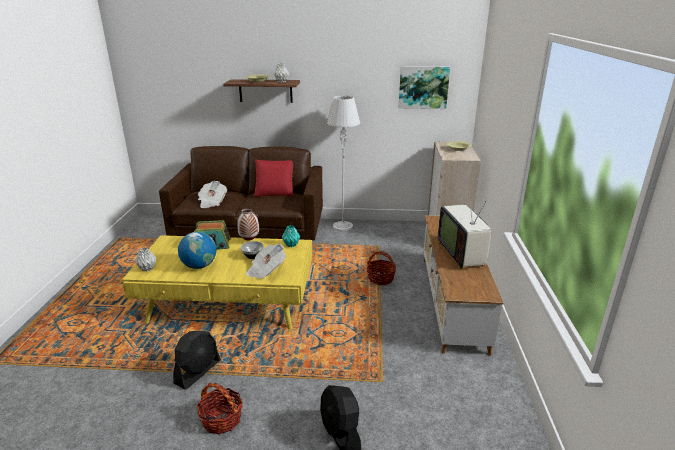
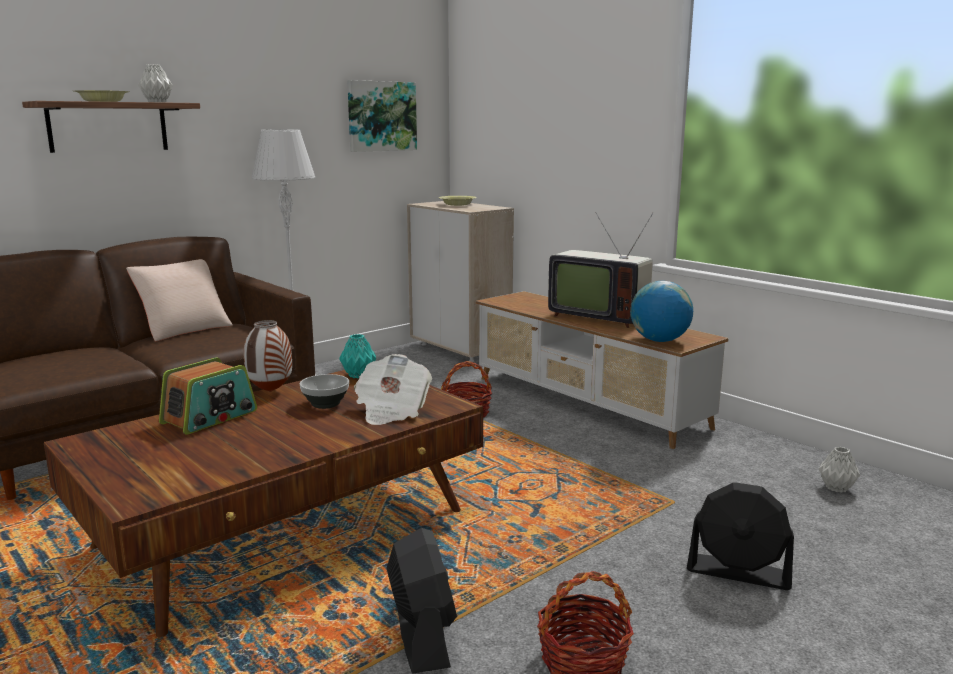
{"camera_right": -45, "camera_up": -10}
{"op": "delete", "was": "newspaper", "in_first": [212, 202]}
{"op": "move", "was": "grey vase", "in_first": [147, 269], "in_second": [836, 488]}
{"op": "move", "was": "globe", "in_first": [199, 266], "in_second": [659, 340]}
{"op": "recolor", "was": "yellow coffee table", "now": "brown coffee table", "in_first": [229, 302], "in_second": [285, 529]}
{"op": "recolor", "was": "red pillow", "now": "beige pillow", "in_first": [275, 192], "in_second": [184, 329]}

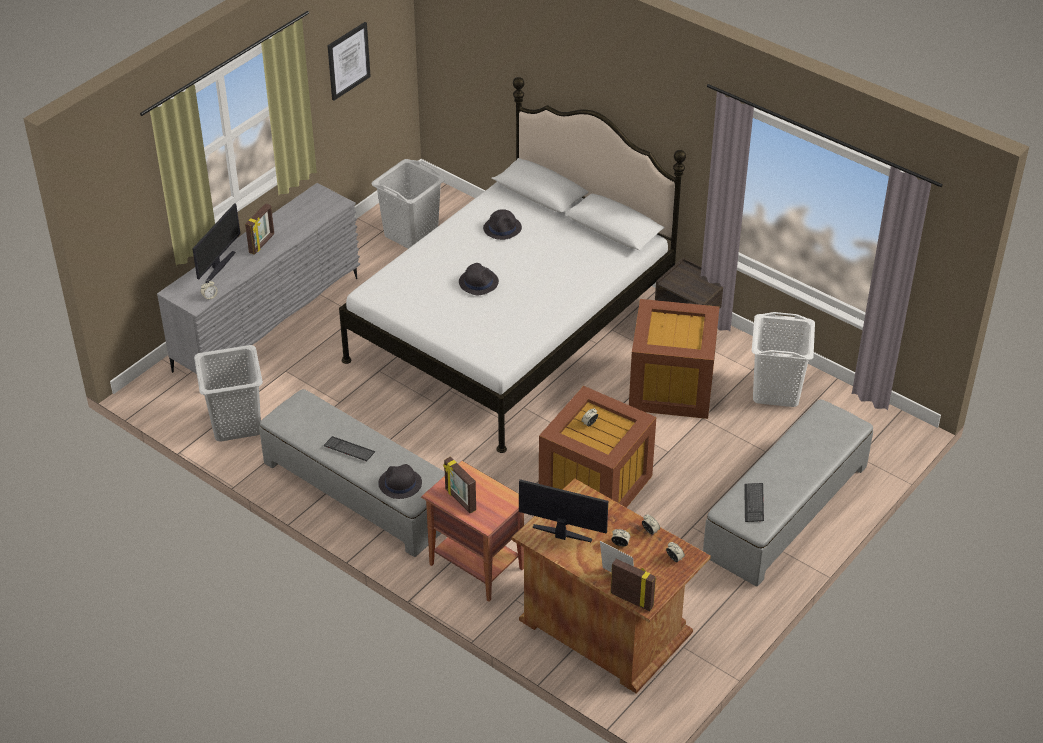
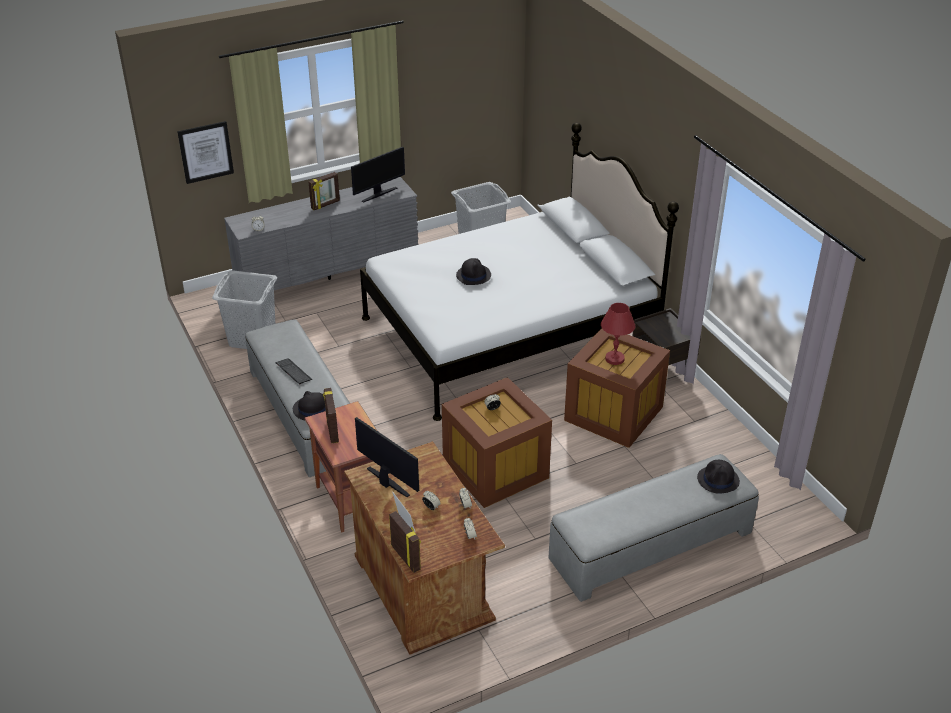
{"camera_right": 25, "camera_up": -5}
{"op": "delete", "was": "keyboard", "in_first": [753, 503]}
{"op": "delete", "was": "white laundry basket", "in_first": [776, 390]}
{"op": "insert", "now": "red table lamp", "in_second": [614, 358]}
{"op": "move", "was": "monitor", "in_first": [218, 266], "in_second": [378, 194]}
{"op": "move", "was": "picture", "in_first": [348, 60], "in_second": [205, 152]}
{"op": "move", "was": "black hat", "in_first": [502, 228], "in_second": [718, 480]}

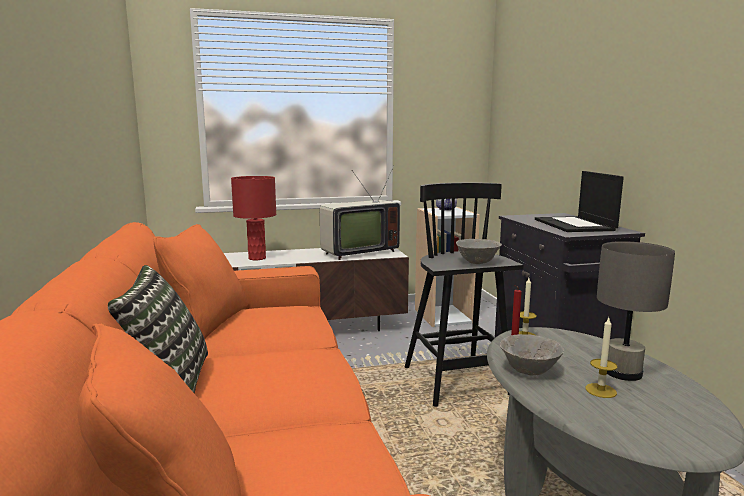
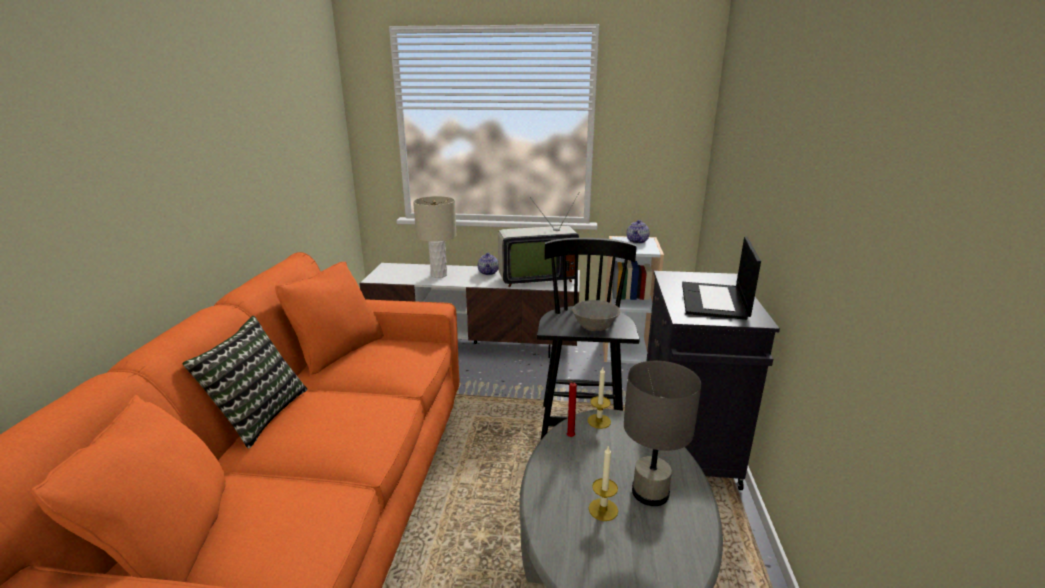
{"camera_right": 20, "camera_up": 10}
{"op": "delete", "was": "grey bowl", "in_first": [529, 370]}
{"op": "insert", "now": "teapot", "in_second": [488, 272]}
{"op": "recolor", "was": "red table lamp", "now": "beige table lamp", "in_first": [257, 258], "in_second": [439, 275]}

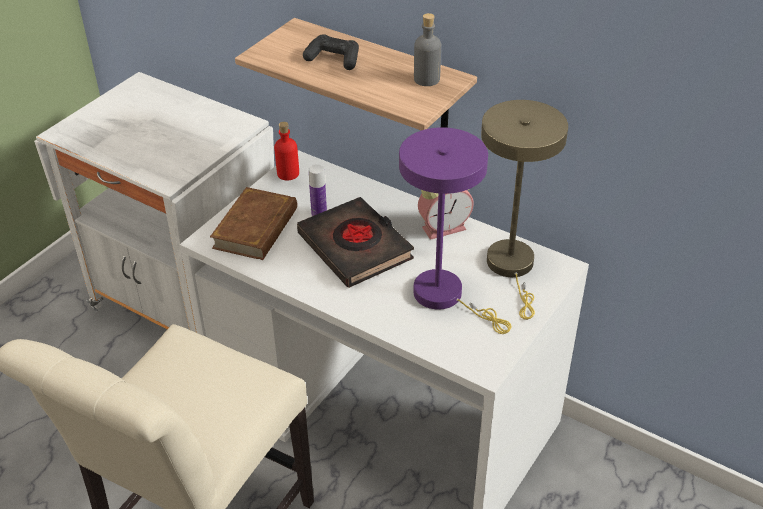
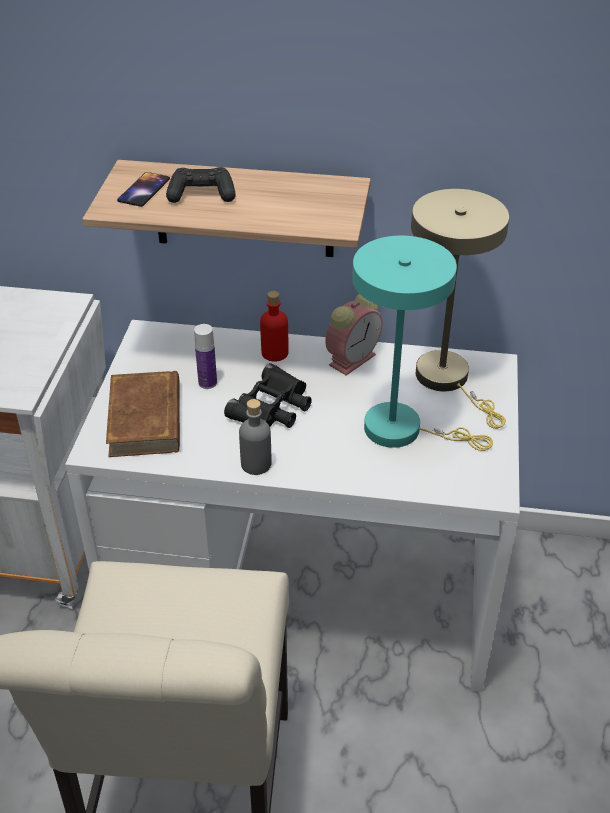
{"camera_right": -25, "camera_up": 0}
{"op": "insert", "now": "phone", "in_second": [144, 190]}
{"op": "move", "was": "red bottle", "in_first": [288, 174], "in_second": [274, 353]}
{"op": "move", "was": "grey bottle", "in_first": [426, 79], "in_second": [256, 464]}
{"op": "replace", "was": "black book", "now": "black binoculars", "in_first": [355, 247], "in_second": [272, 407]}
{"op": "recolor", "was": "purple table lamp", "now": "turquoise table lamp", "in_first": [446, 296], "in_second": [403, 430]}

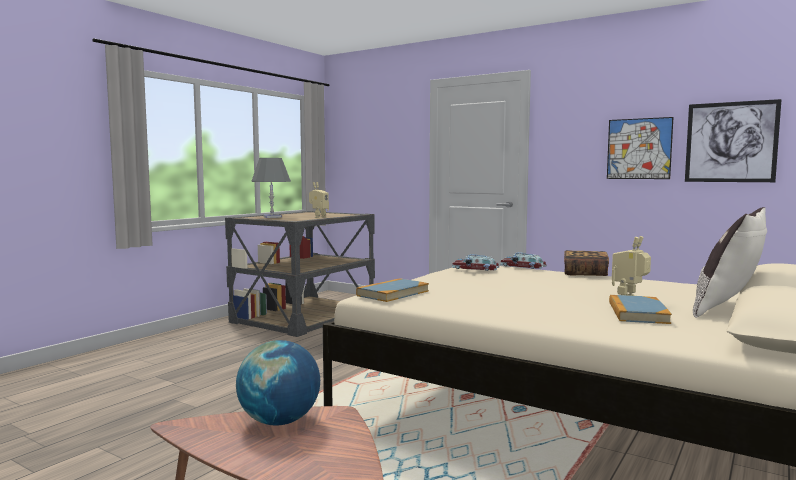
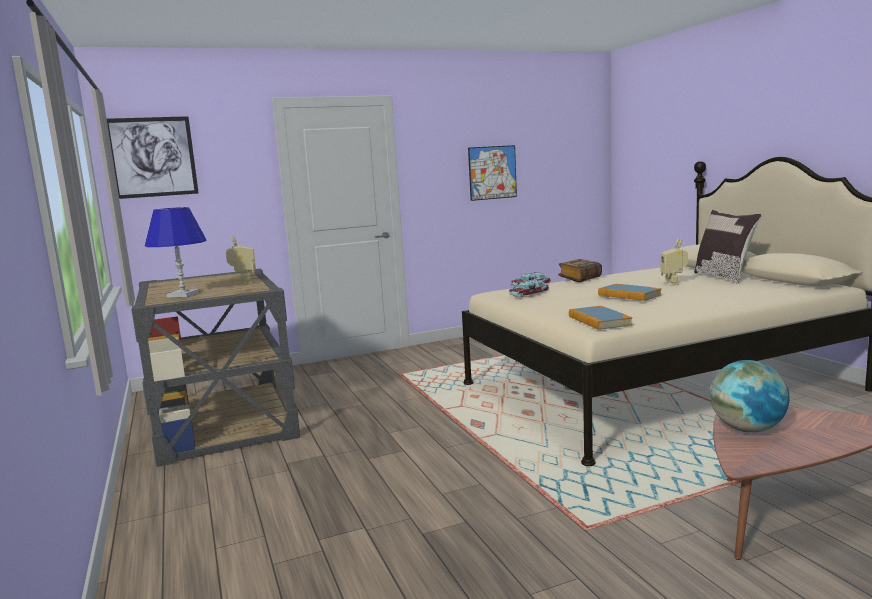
{"camera_right": -55, "camera_up": 5}
{"op": "move", "was": "book", "in_first": [637, 313], "in_second": [629, 295]}
{"op": "move", "was": "picture", "in_first": [731, 142], "in_second": [152, 157]}
{"op": "recolor", "was": "grey table lamp", "now": "blue table lamp", "in_first": [272, 217], "in_second": [183, 295]}

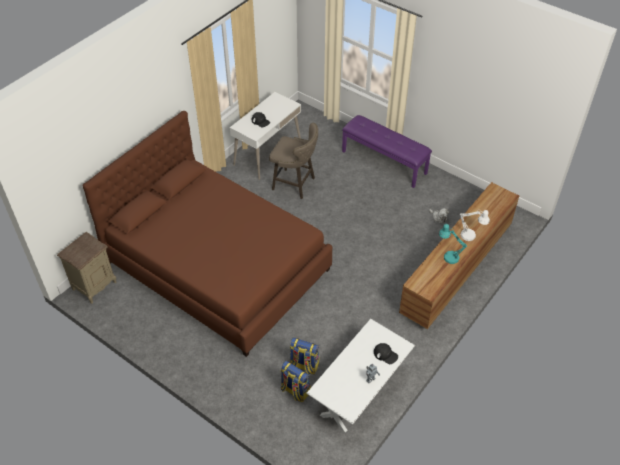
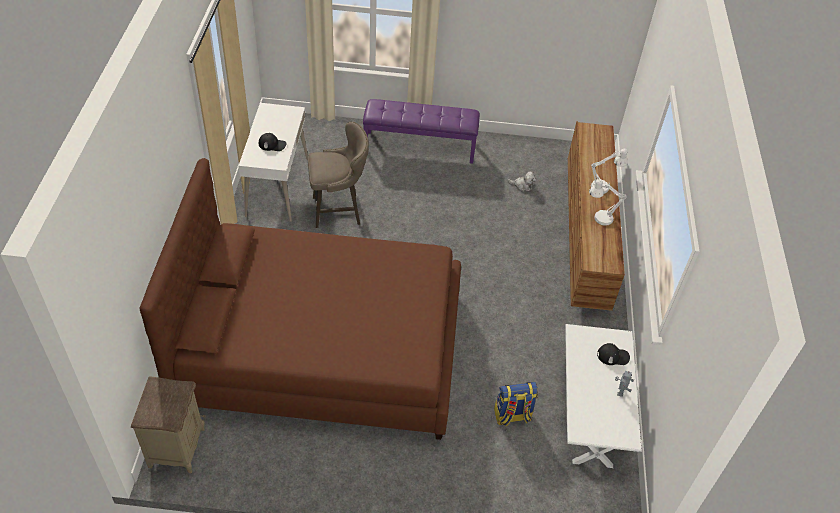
{"camera_right": -35, "camera_up": 0}
{"op": "delete", "was": "backpack", "in_first": [295, 391]}
{"op": "recolor", "was": "turquoise table lamp", "now": "white table lamp", "in_first": [448, 256], "in_second": [599, 218]}

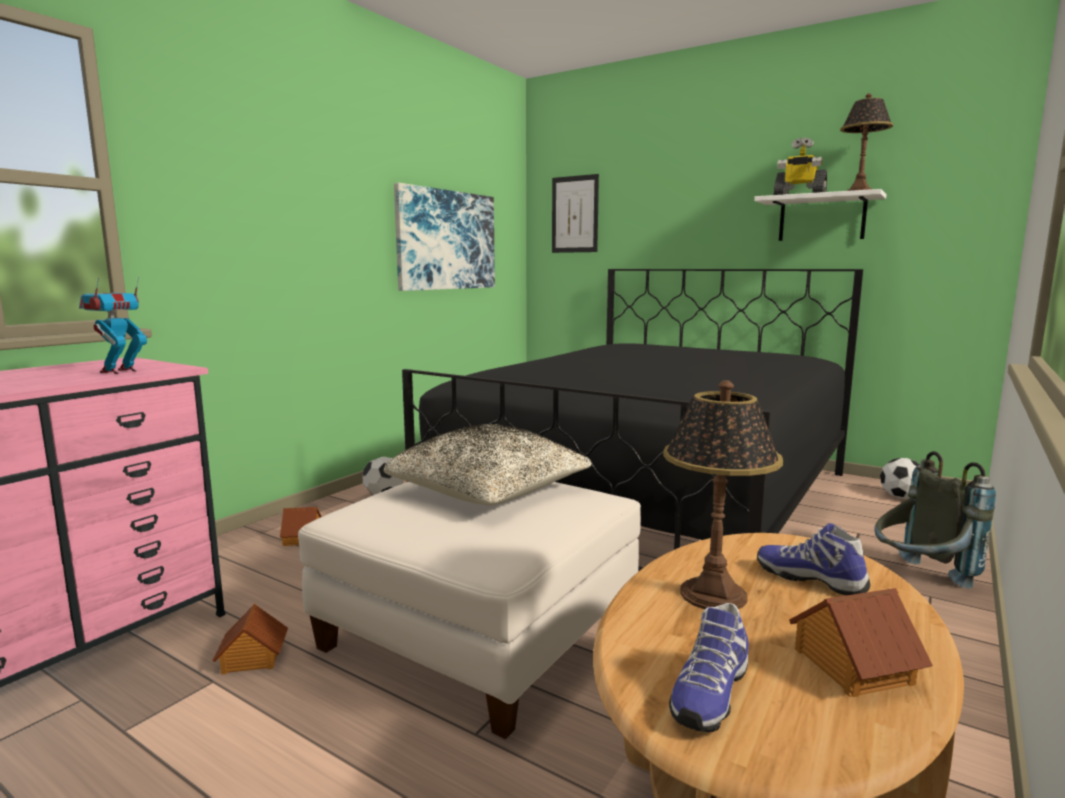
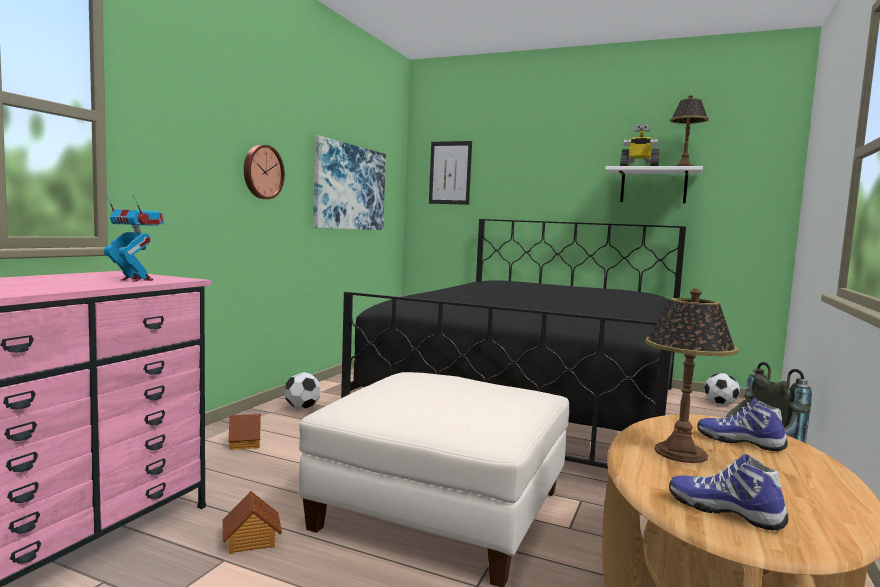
{"camera_right": -10, "camera_up": -5}
{"op": "delete", "was": "beige pillow", "in_first": [488, 488]}
{"op": "delete", "was": "toy house", "in_first": [851, 665]}
{"op": "insert", "now": "wall clock", "in_second": [262, 172]}
{"op": "rotate", "was": "toy robot", "in_first": [119, 371], "in_second": [136, 280], "clockwise": 90}
{"op": "rotate", "was": "shoe", "in_first": [708, 693], "in_second": [725, 511], "clockwise": 105}

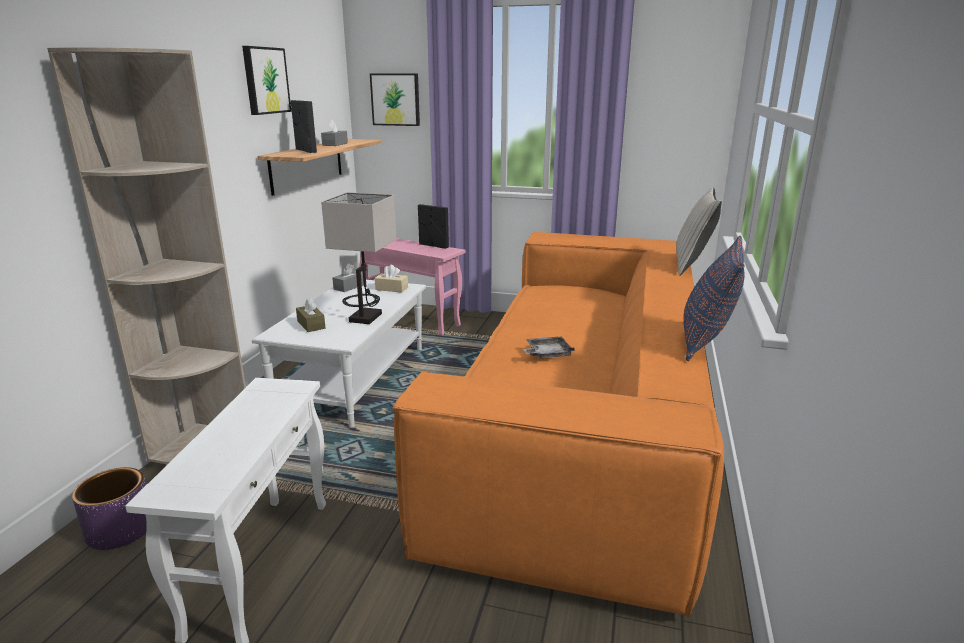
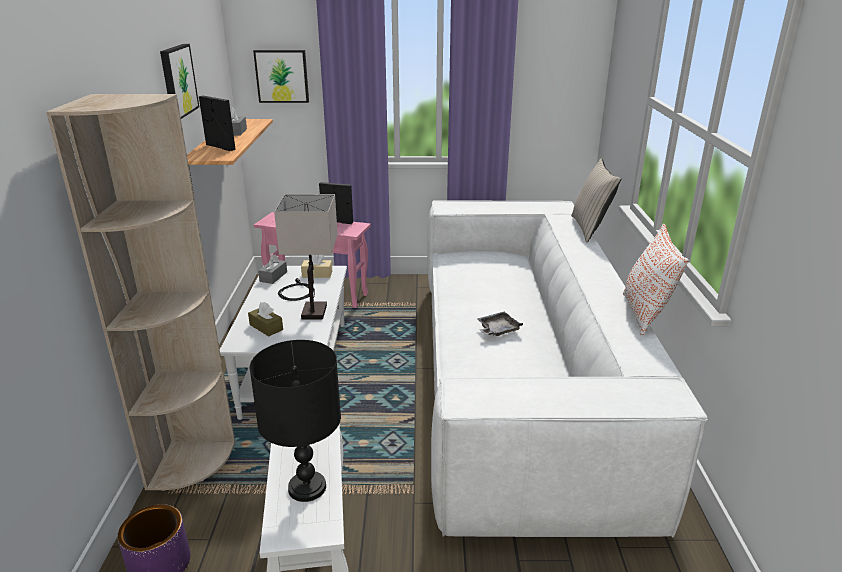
{"camera_right": -15, "camera_up": 5}
{"op": "insert", "now": "black table lamp", "in_second": [306, 488]}
{"op": "recolor", "was": "orange sofa", "now": "white sofa", "in_first": [580, 418], "in_second": [518, 377]}
{"op": "recolor", "was": "blue pillow", "now": "white pillow", "in_first": [705, 343], "in_second": [645, 314]}

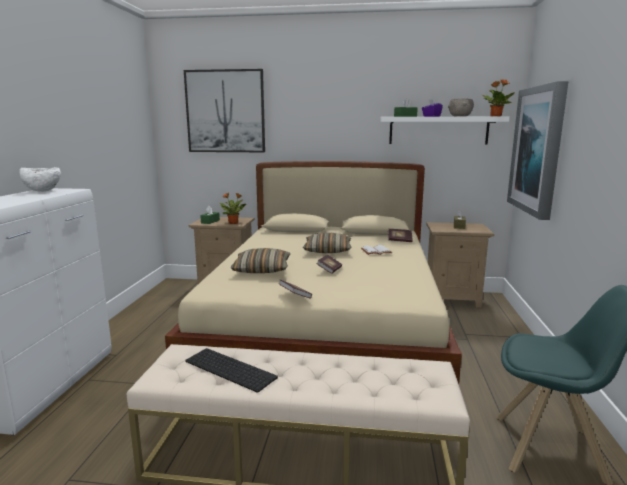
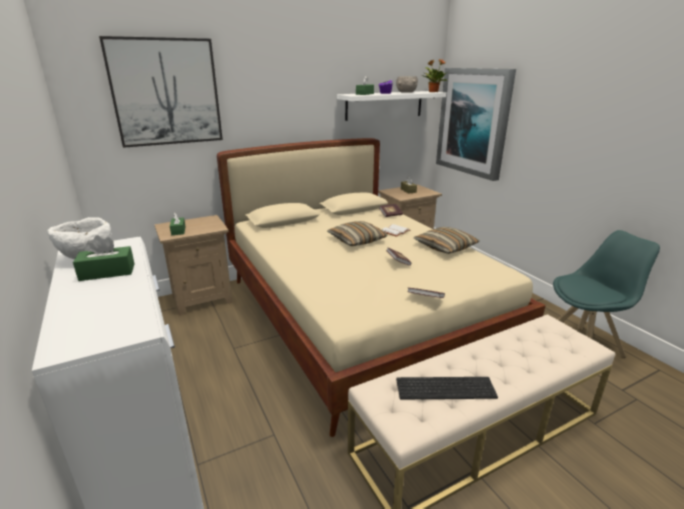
{"camera_right": -35, "camera_up": 10}
{"op": "delete", "was": "potted plant", "in_first": [233, 223]}
{"op": "insert", "now": "green tissue box", "in_second": [107, 272]}
{"op": "move", "was": "pillow", "in_first": [262, 269], "in_second": [445, 247]}

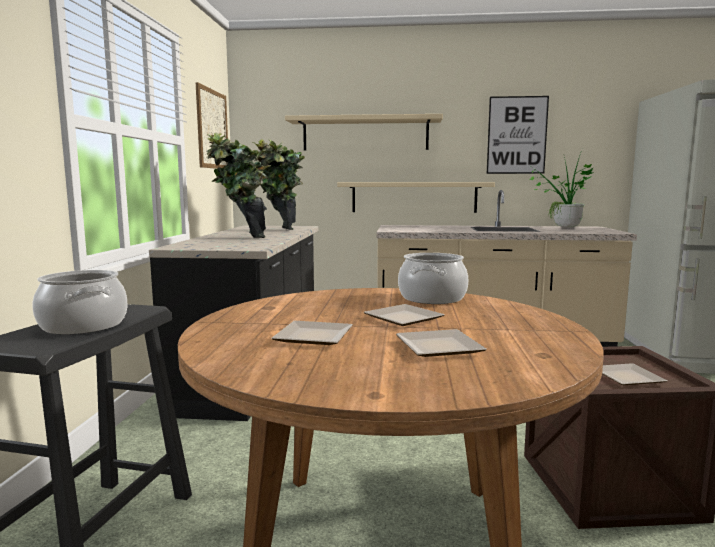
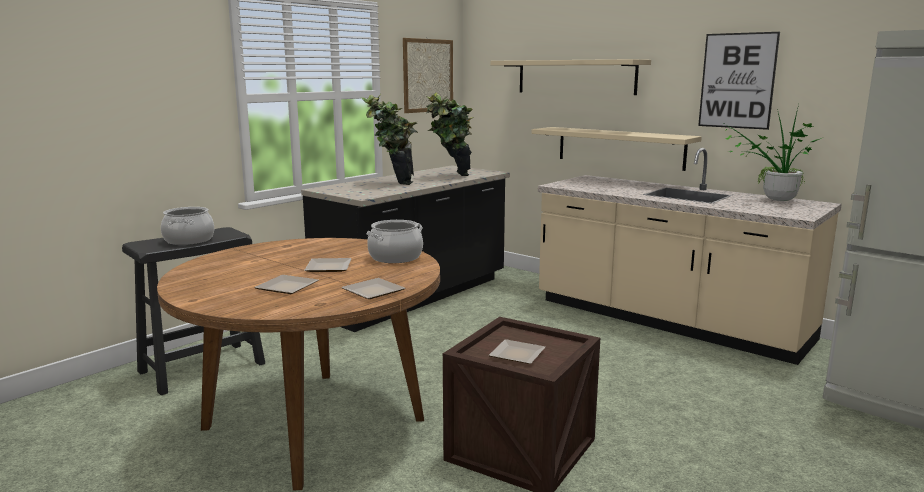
{"camera_right": 35, "camera_up": 5}
{"op": "move", "was": "plate", "in_first": [312, 336], "in_second": [373, 291]}

